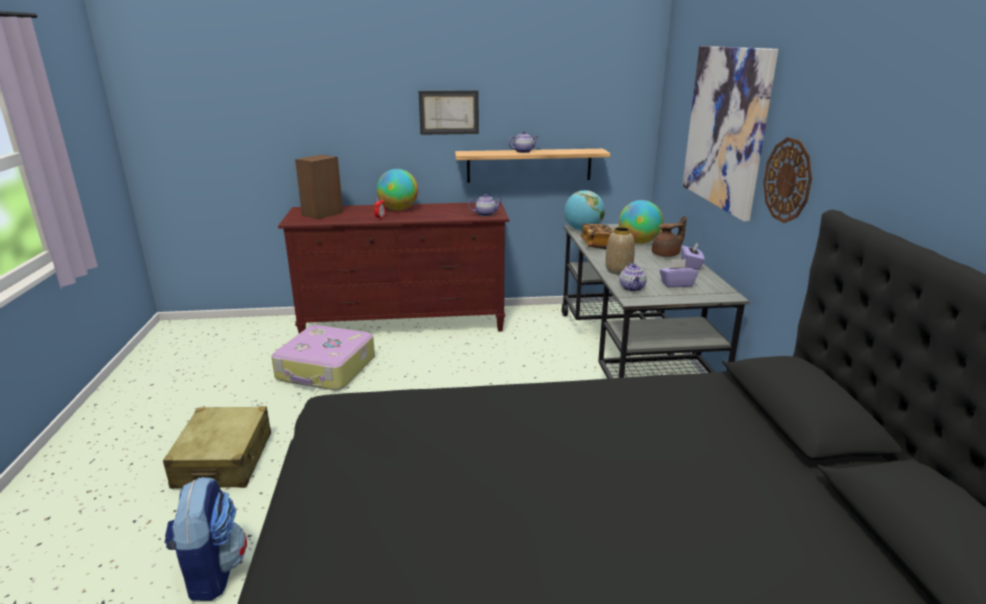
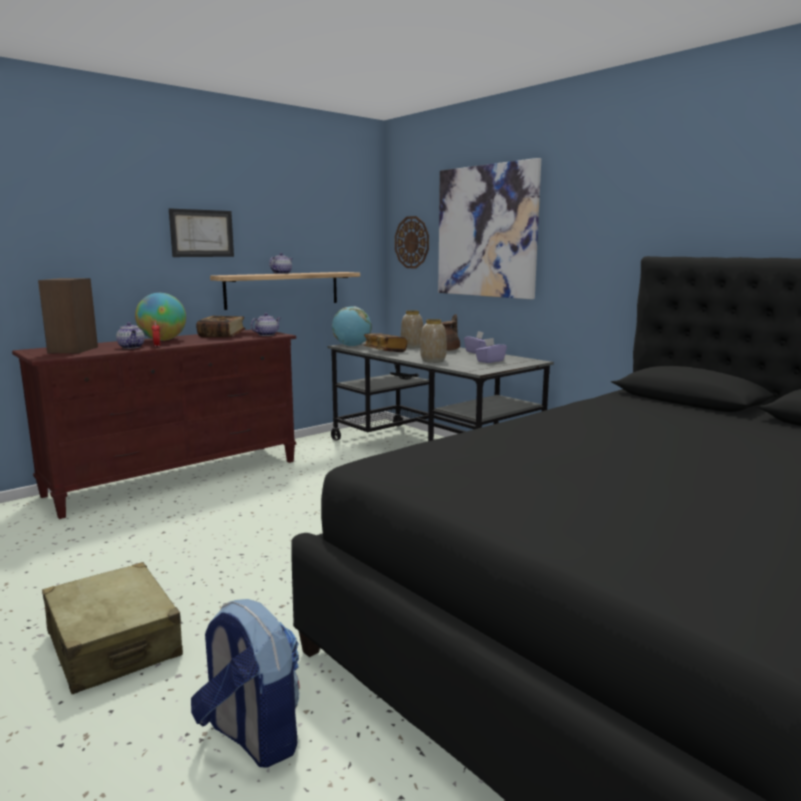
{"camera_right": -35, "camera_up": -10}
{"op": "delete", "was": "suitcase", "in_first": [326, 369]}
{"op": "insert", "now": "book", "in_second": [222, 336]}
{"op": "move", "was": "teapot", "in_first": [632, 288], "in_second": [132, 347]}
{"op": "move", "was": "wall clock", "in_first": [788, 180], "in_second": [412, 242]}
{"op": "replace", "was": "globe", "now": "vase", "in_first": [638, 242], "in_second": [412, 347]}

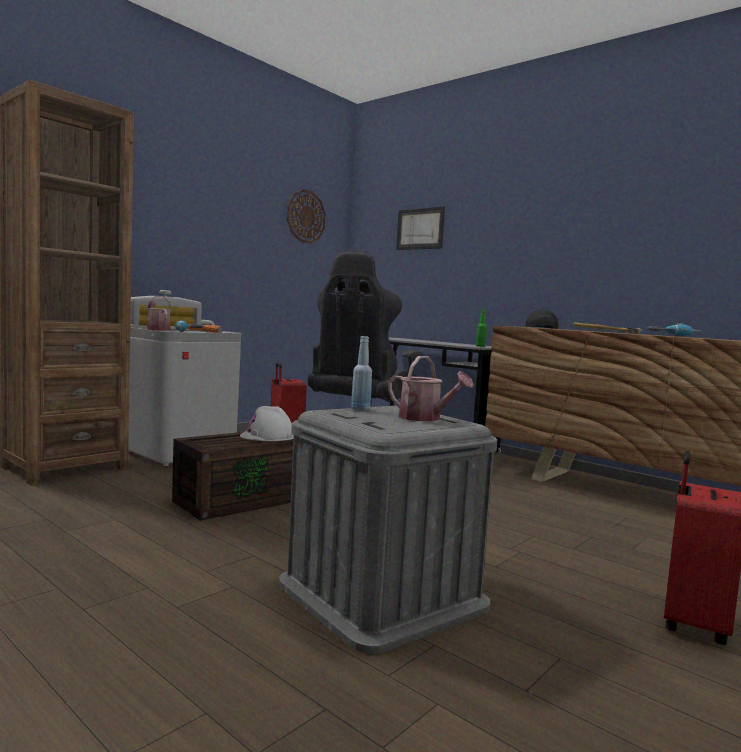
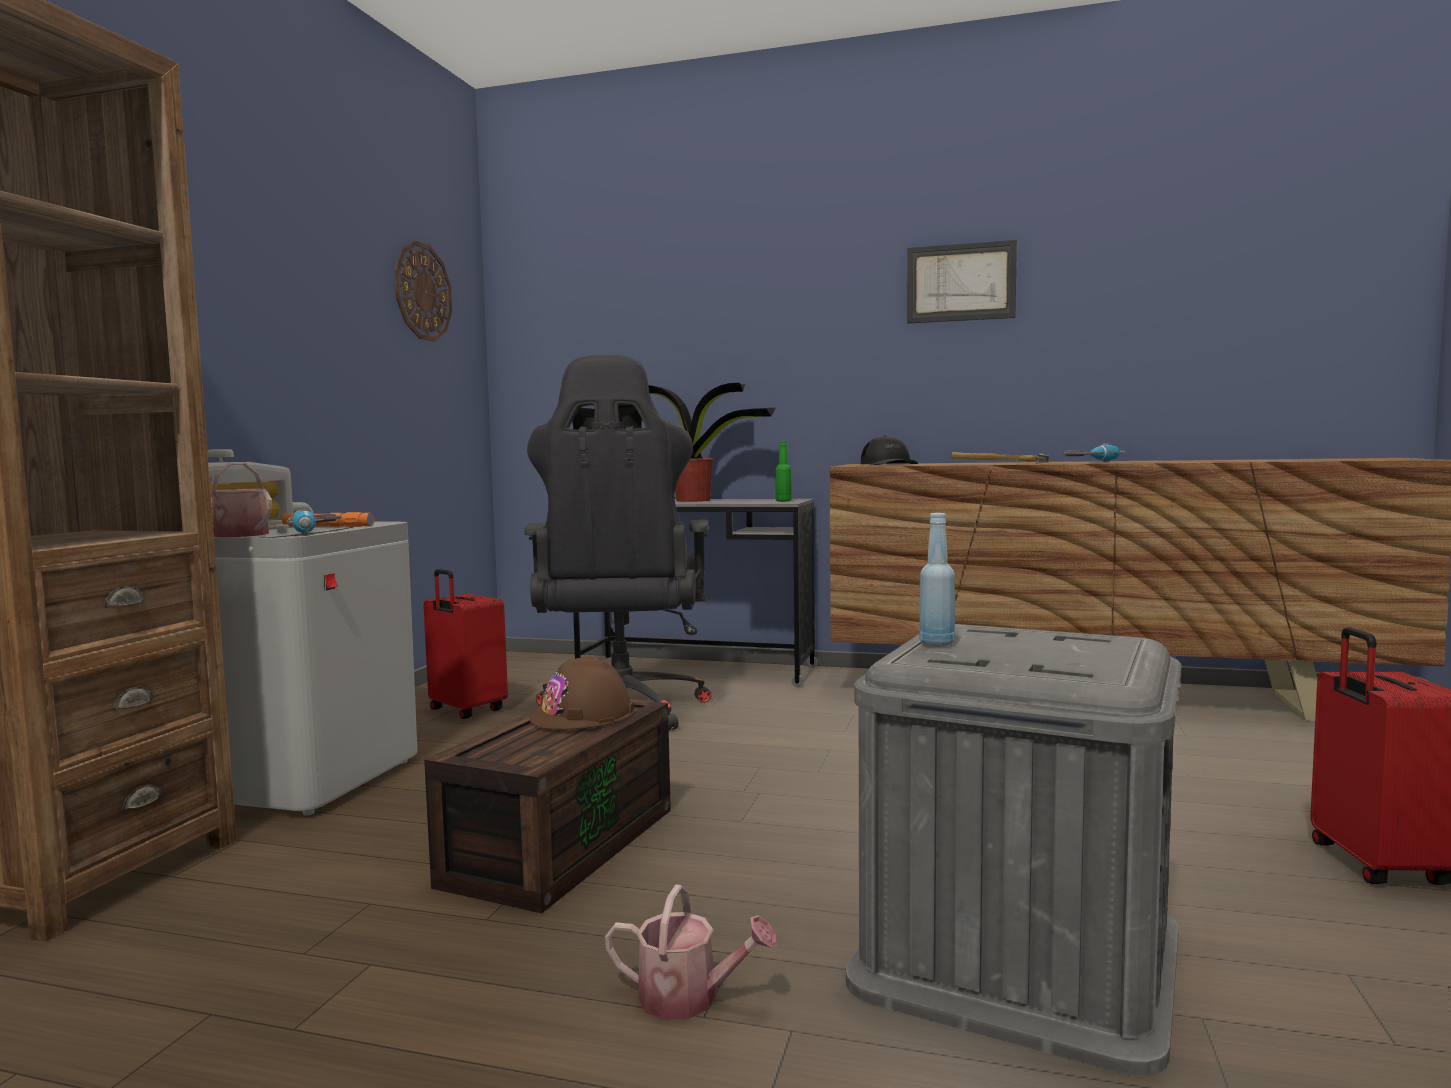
{"camera_right": -25, "camera_up": 0}
{"op": "insert", "now": "potted plant", "in_second": [695, 500]}
{"op": "move", "was": "watering can", "in_first": [425, 418], "in_second": [689, 998]}
{"op": "move", "was": "picture", "in_first": [420, 229], "in_second": [960, 282]}
{"op": "recolor", "was": "white hard hat", "now": "brown hard hat", "in_first": [267, 436], "in_second": [583, 715]}

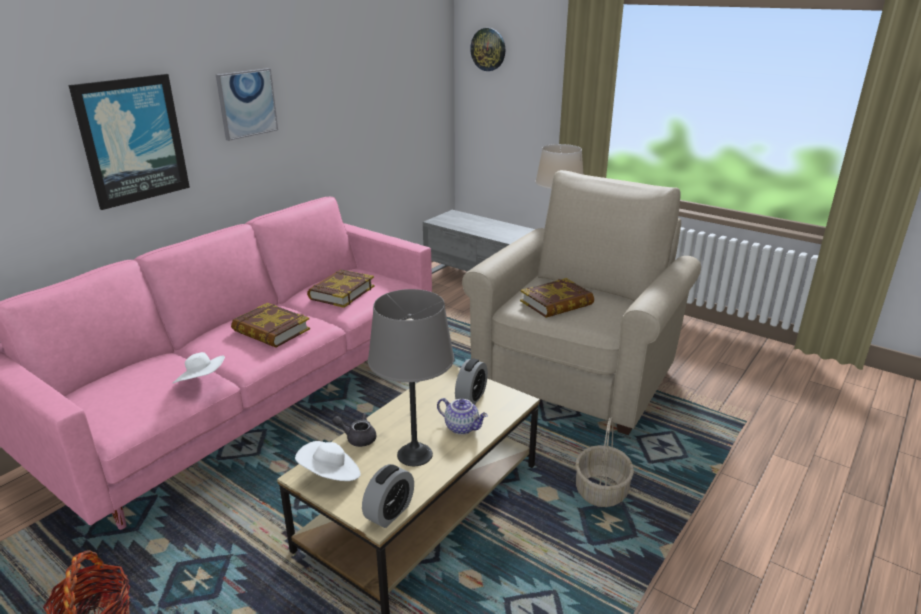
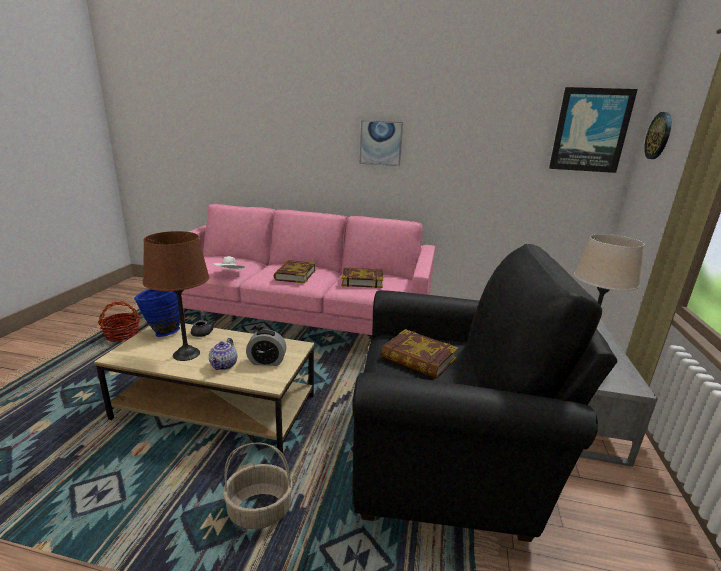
{"camera_right": 65, "camera_up": -5}
{"op": "delete", "was": "alarm clock", "in_first": [389, 512]}
{"op": "move", "was": "picture", "in_first": [132, 140], "in_second": [590, 130]}
{"op": "replace", "was": "white hat", "now": "blue vase", "in_first": [330, 475], "in_second": [162, 332]}
{"op": "recolor", "was": "grey table lamp", "now": "brown table lamp", "in_first": [415, 455], "in_second": [186, 354]}
{"op": "recolor", "was": "beige armchair", "now": "black armchair", "in_first": [578, 374], "in_second": [448, 458]}

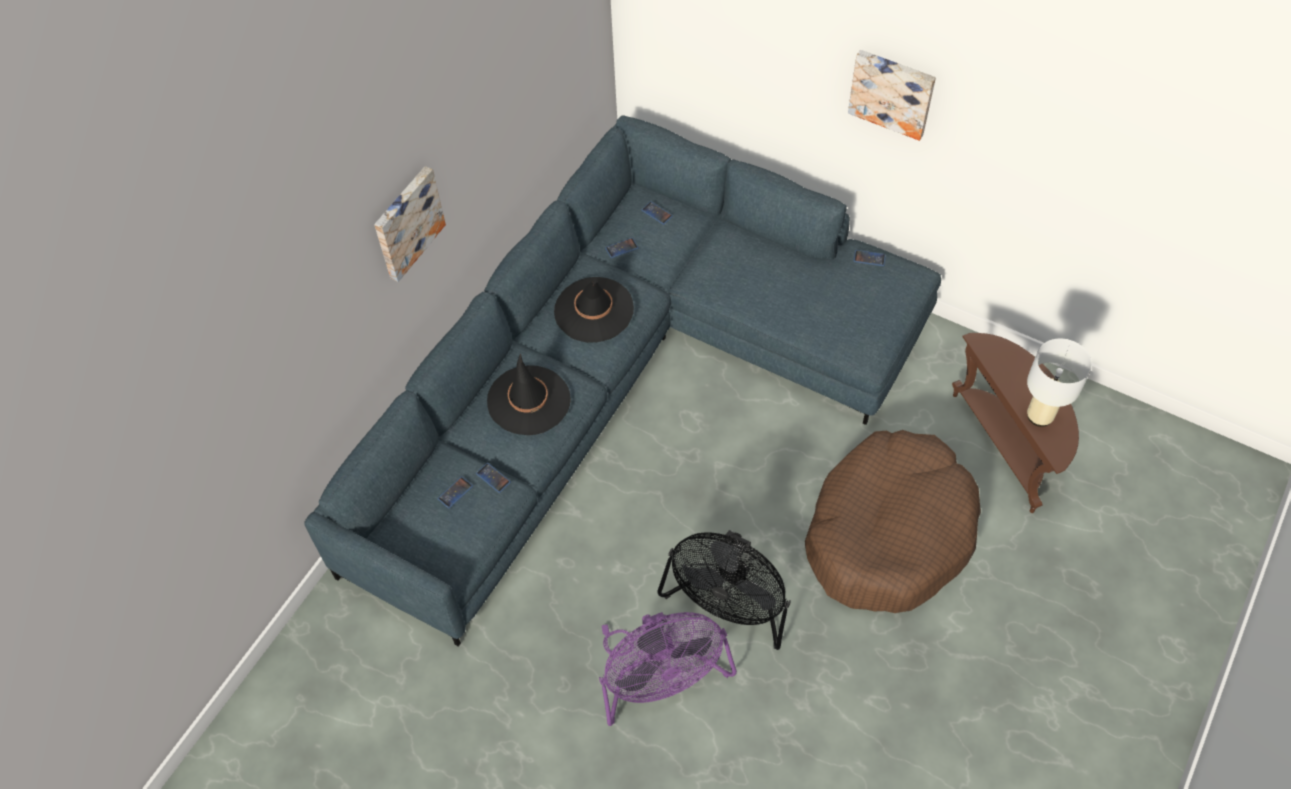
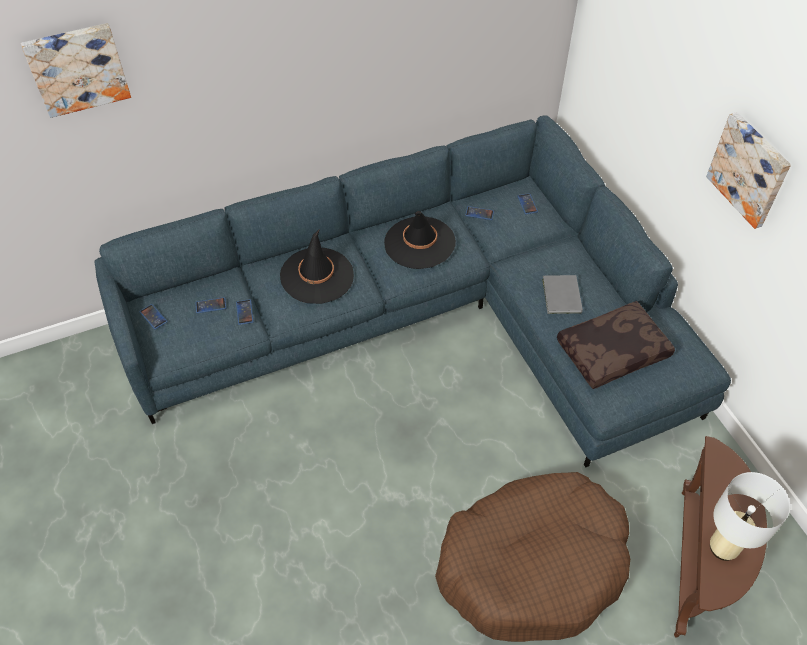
{"camera_right": 35, "camera_up": -5}
{"op": "delete", "was": "purple fan", "in_first": [655, 677]}
{"op": "delete", "was": "black fan", "in_first": [727, 598]}
{"op": "insert", "now": "grey book", "in_second": [561, 297]}
{"op": "insert", "now": "brown pillow", "in_second": [612, 350]}
{"op": "move", "was": "picture", "in_first": [407, 222], "in_second": [77, 68]}
{"op": "move", "was": "phone", "in_first": [869, 258], "in_second": [153, 317]}

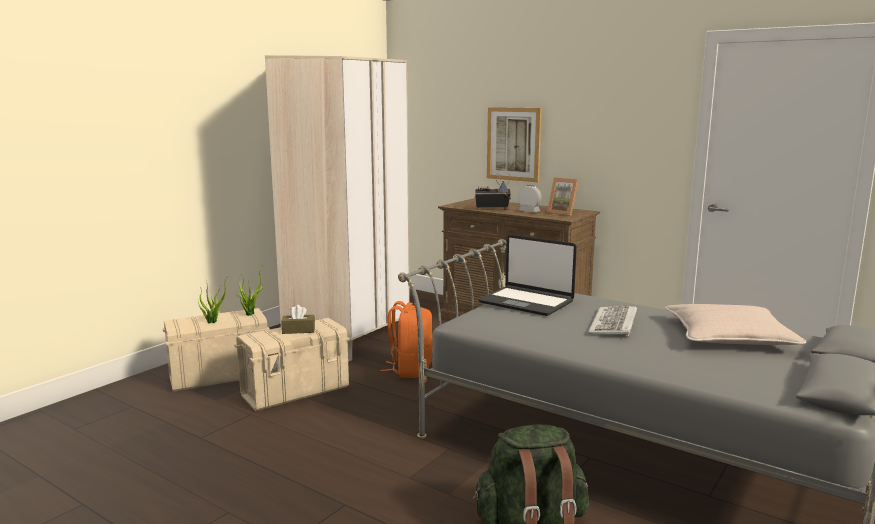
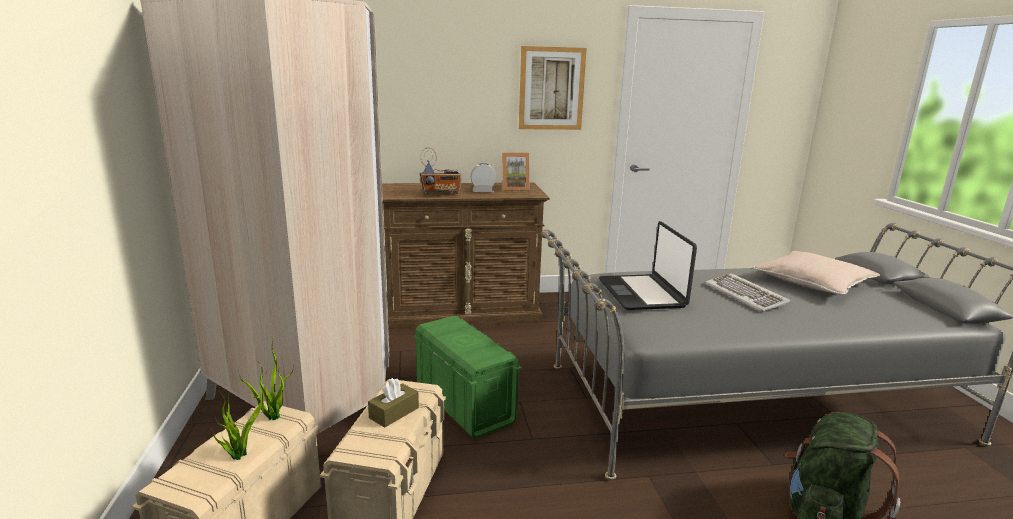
{"camera_right": -45, "camera_up": 5}
{"op": "move", "was": "picture", "in_first": [513, 144], "in_second": [551, 88]}
{"op": "replace", "was": "orange backpack", "now": "green storage box", "in_first": [410, 370], "in_second": [464, 403]}
{"op": "rotate", "was": "radio", "in_first": [491, 209], "in_second": [441, 194], "clockwise": -150}
{"op": "rotate", "was": "laptop", "in_first": [526, 302], "in_second": [642, 293], "clockwise": 90}

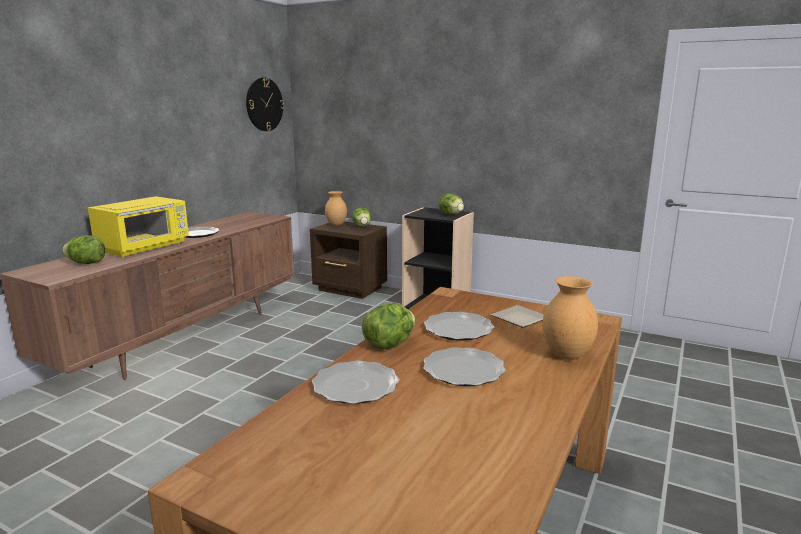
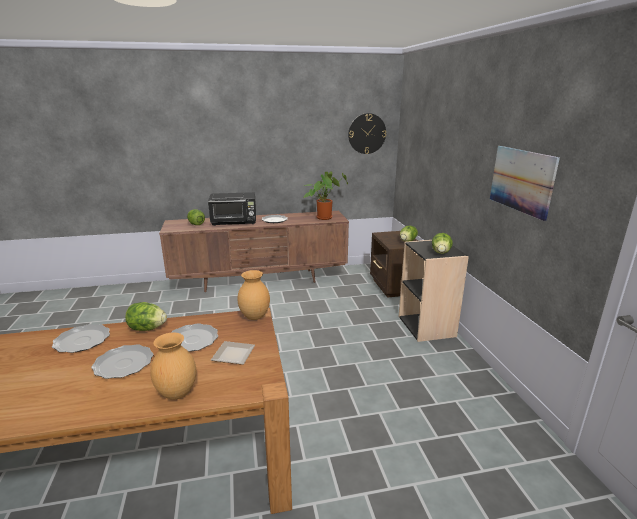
{"camera_right": 50, "camera_up": 5}
{"op": "insert", "now": "potted plant", "in_second": [324, 217]}
{"op": "insert", "now": "picture", "in_second": [521, 180]}
{"op": "move", "was": "brown vase", "in_first": [336, 225], "in_second": [254, 317]}
{"op": "recolor", "was": "yellow microwave", "now": "black microwave", "in_first": [145, 247], "in_second": [234, 222]}

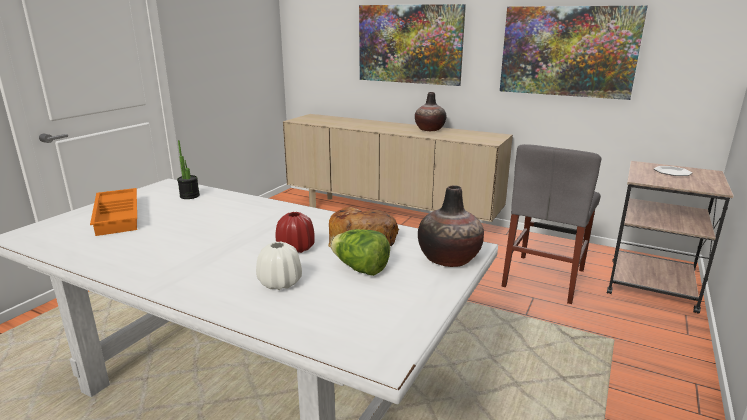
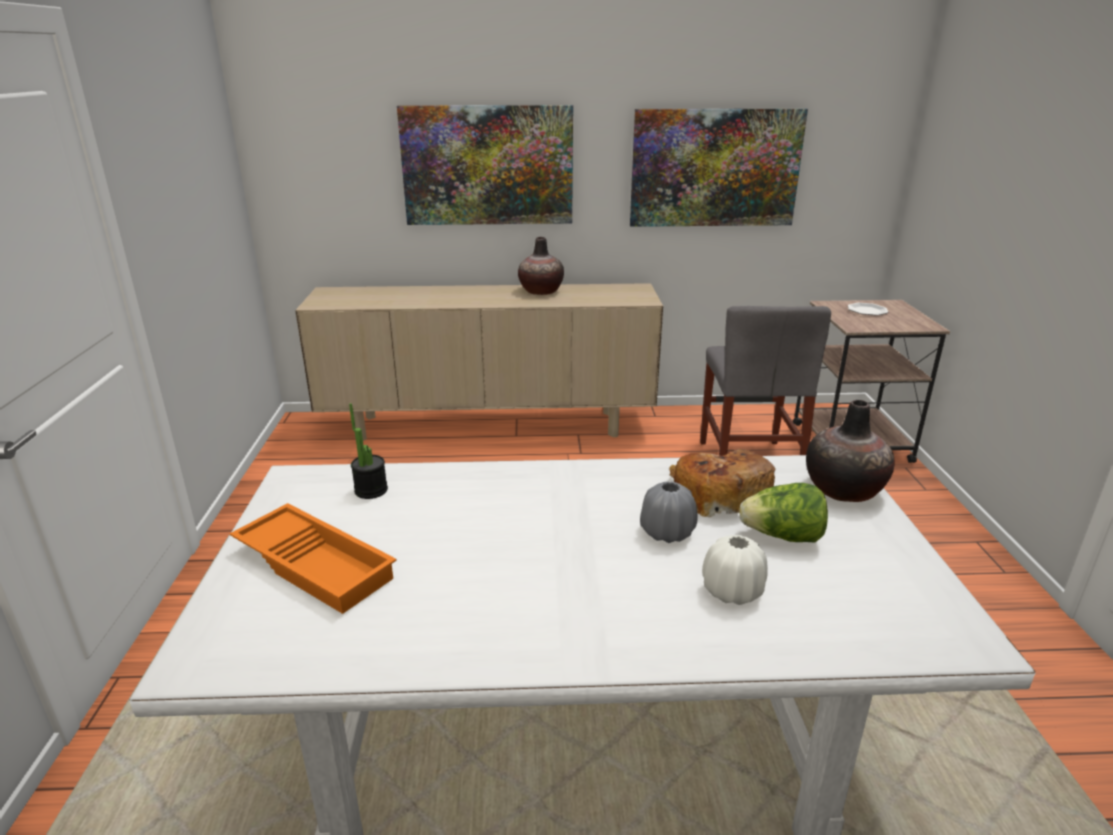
{"camera_right": -30, "camera_up": 5}
{"op": "recolor", "was": "red vase", "now": "grey vase", "in_first": [296, 248], "in_second": [667, 532]}

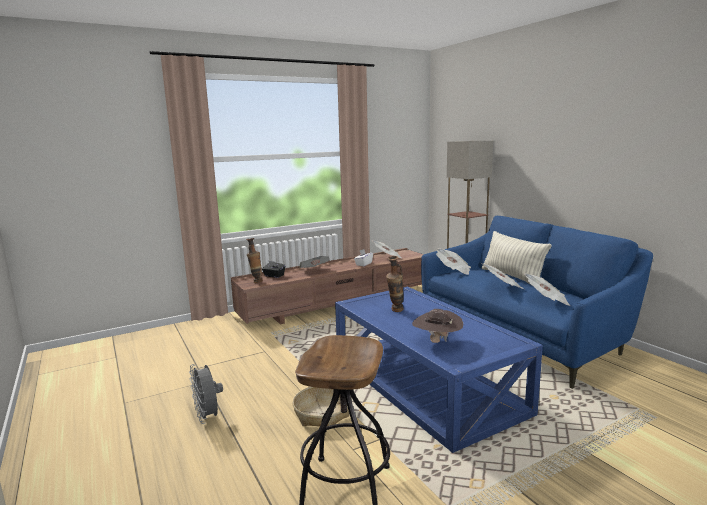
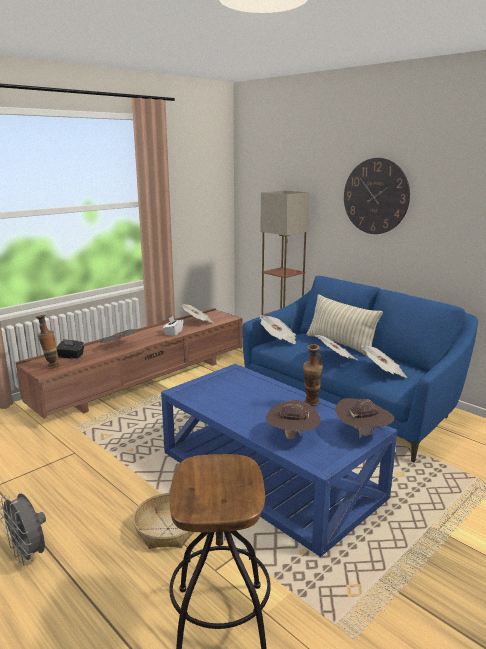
{"camera_right": -15, "camera_up": 5}
{"op": "insert", "now": "brown hat", "in_second": [362, 434]}
{"op": "insert", "now": "wall clock", "in_second": [375, 196]}
{"op": "move", "was": "vase", "in_first": [395, 311], "in_second": [311, 405]}

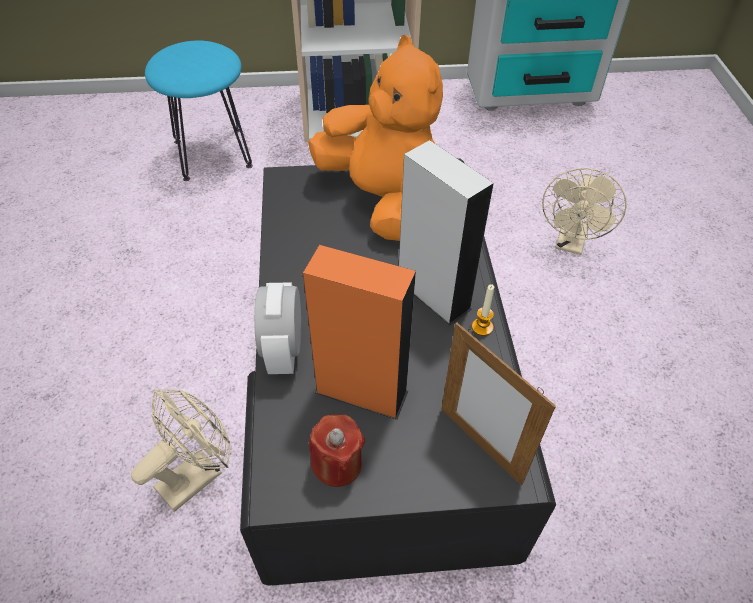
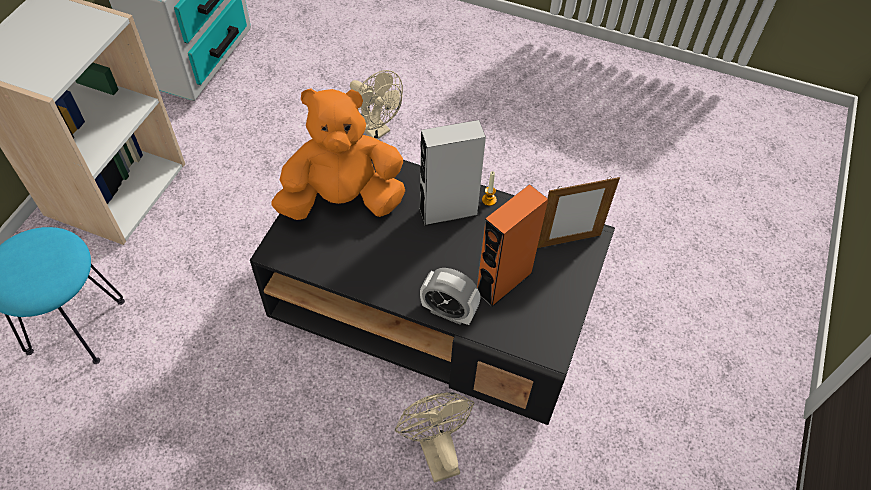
{"camera_right": -65, "camera_up": 5}
{"op": "delete", "was": "red candle", "in_first": [337, 464]}

